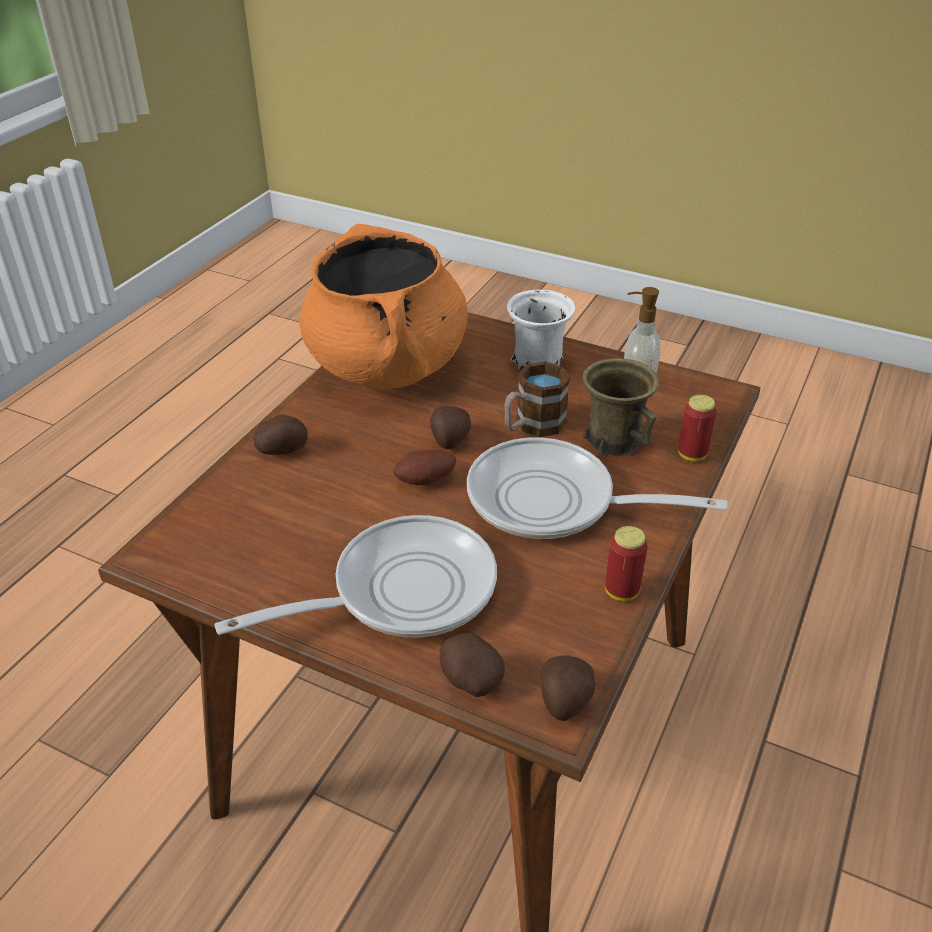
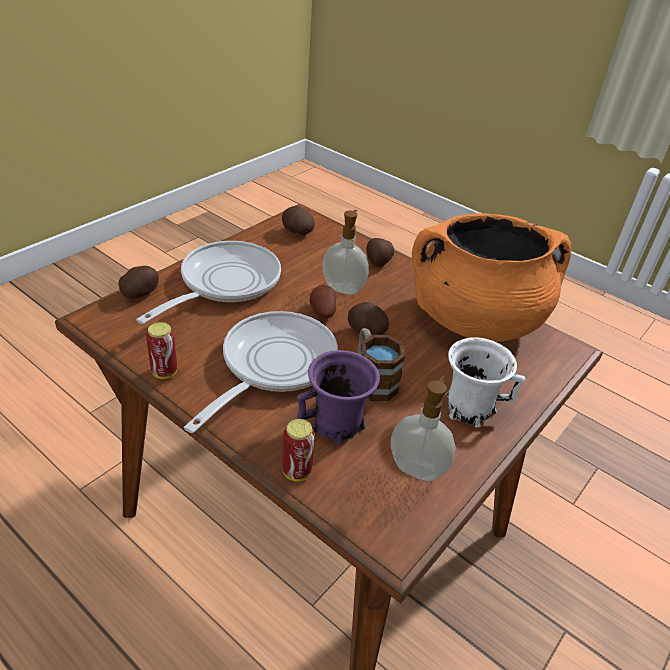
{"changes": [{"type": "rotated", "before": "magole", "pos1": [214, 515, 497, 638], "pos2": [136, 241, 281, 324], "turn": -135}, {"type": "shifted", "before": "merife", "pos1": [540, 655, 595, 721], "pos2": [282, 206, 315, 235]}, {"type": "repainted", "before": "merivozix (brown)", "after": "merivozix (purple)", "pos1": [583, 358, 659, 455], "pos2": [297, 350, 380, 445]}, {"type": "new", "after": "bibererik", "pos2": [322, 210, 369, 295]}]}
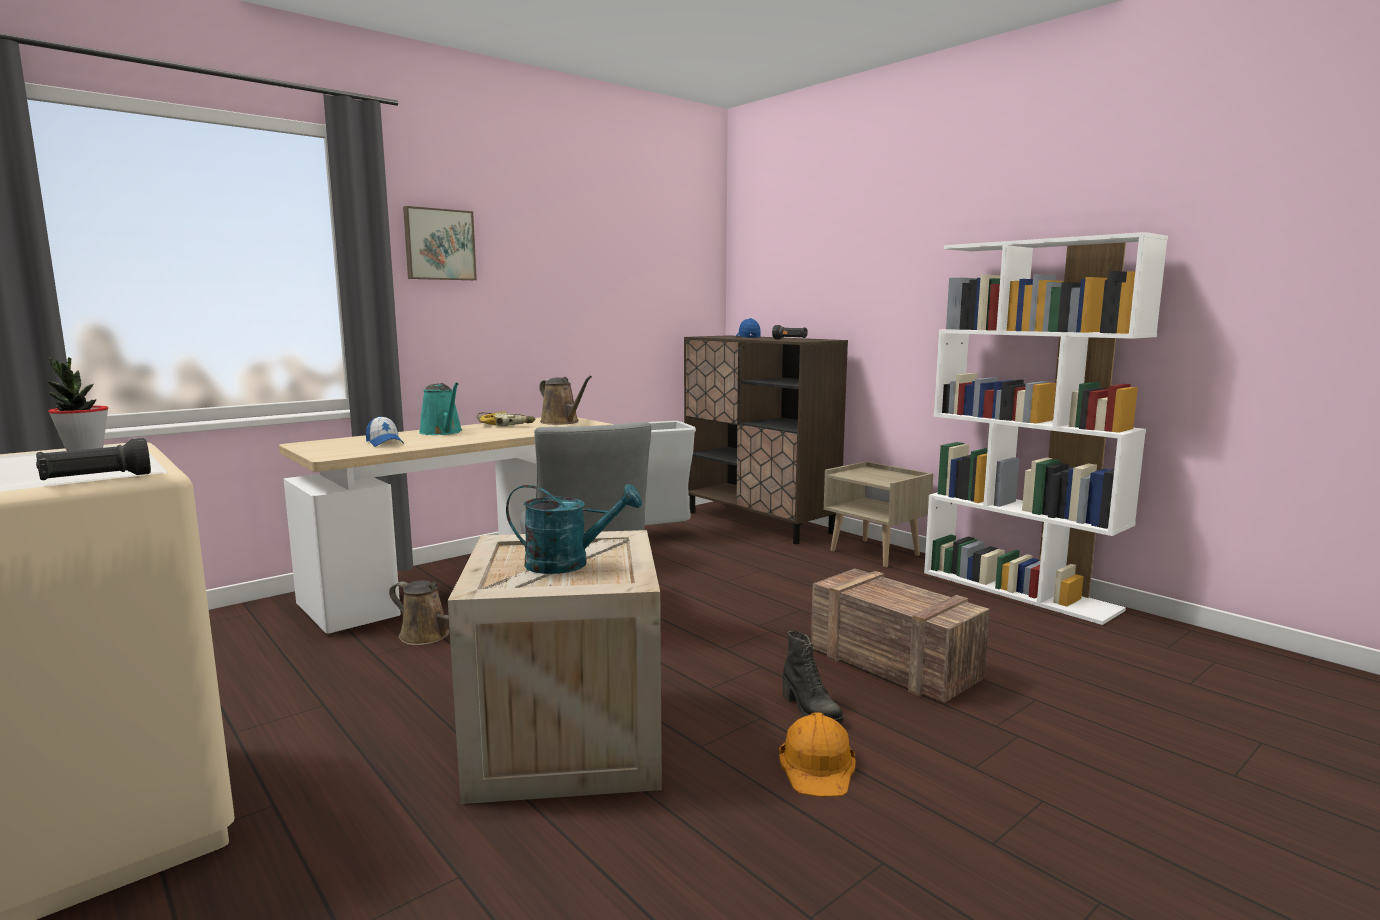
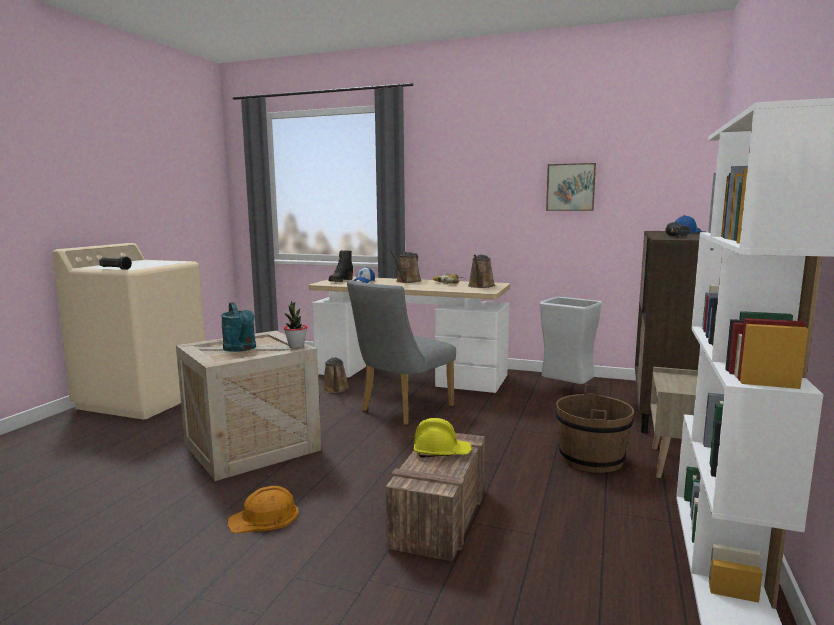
{"changes": [{"type": "shifted", "before": "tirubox", "pos1": [47, 357, 108, 451], "pos2": [284, 301, 307, 348]}, {"type": "shifted", "before": "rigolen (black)", "pos1": [783, 631, 844, 724], "pos2": [329, 250, 353, 282]}, {"type": "repainted", "before": "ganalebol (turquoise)", "after": "ganalebol (brown)", "pos1": [419, 382, 462, 435], "pos2": [390, 251, 422, 283]}, {"type": "new", "after": "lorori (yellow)", "pos2": [413, 418, 472, 458]}, {"type": "shifted", "before": "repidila", "pos1": [403, 206, 477, 280], "pos2": [546, 163, 596, 211]}, {"type": "new", "after": "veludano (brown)", "pos2": [556, 385, 634, 473]}]}
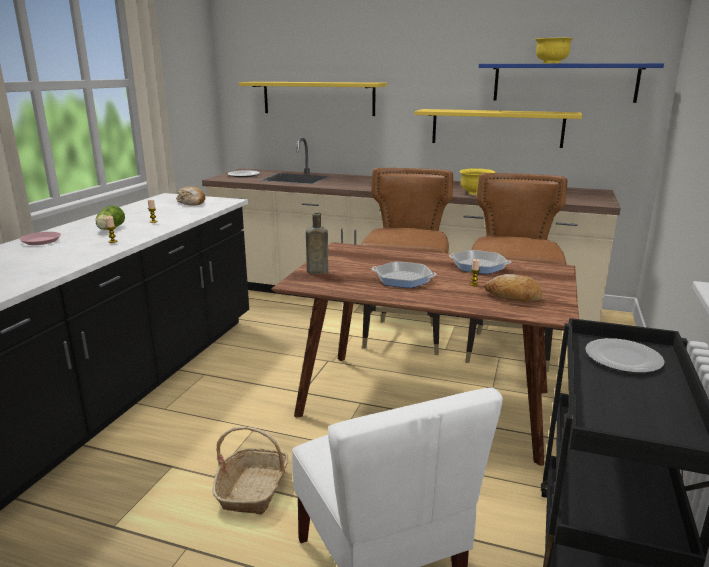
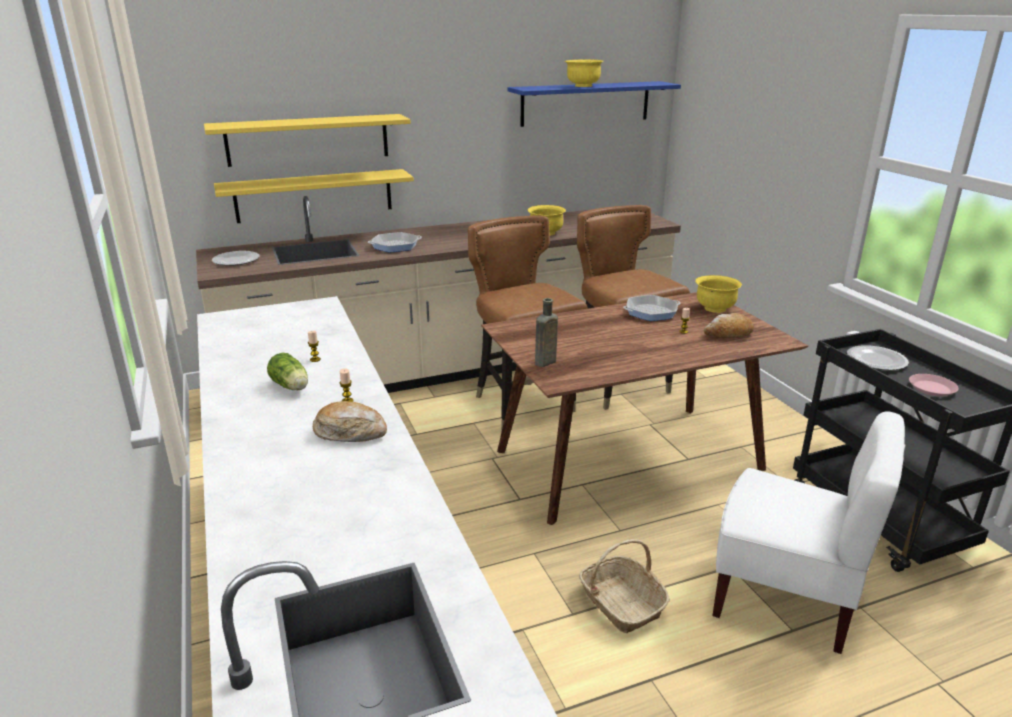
{"changes": [{"type": "shifted", "before": "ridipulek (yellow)", "pos1": [414, 109, 582, 148], "pos2": [214, 169, 414, 223]}, {"type": "shifted", "before": "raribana", "pos1": [176, 186, 205, 206], "pos2": [313, 401, 387, 442]}, {"type": "shifted", "before": "magole", "pos1": [372, 261, 437, 288], "pos2": [368, 232, 422, 253]}, {"type": "new", "after": "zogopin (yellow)", "pos2": [695, 275, 742, 313]}, {"type": "shifted", "before": "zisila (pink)", "pos1": [20, 232, 61, 245], "pos2": [909, 374, 959, 396]}]}
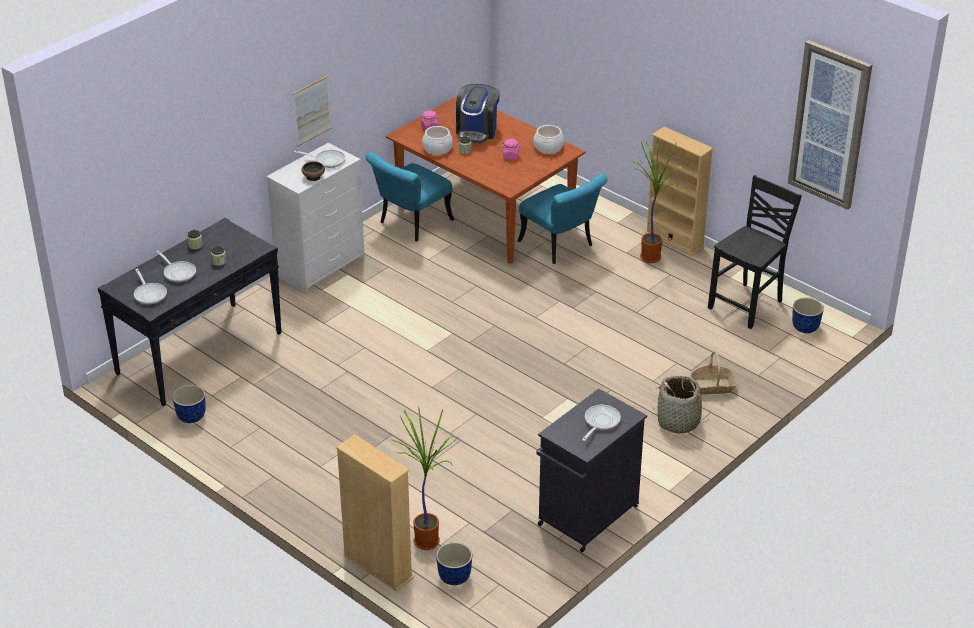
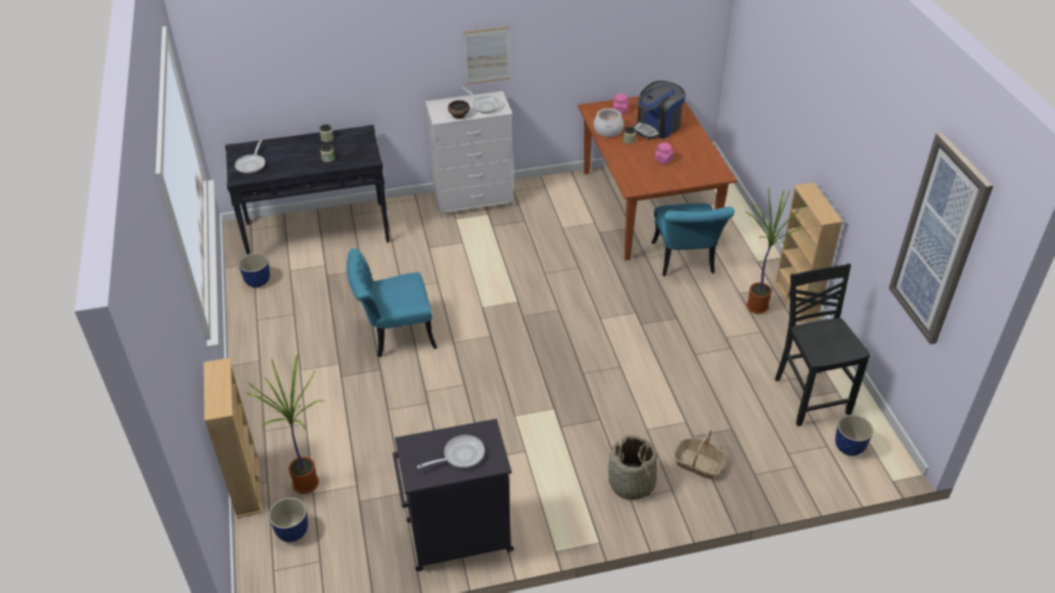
{"changes": [{"type": "shifted", "before": "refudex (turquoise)", "pos1": [365, 152, 454, 241], "pos2": [347, 248, 437, 357]}, {"type": "rotated", "before": "refudex (black)", "pos1": [708, 175, 802, 329], "pos2": [775, 263, 871, 426], "turn": -90}, {"type": "gone", "before": "magole", "pos1": [156, 251, 196, 282]}, {"type": "gone", "before": "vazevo", "pos1": [534, 125, 564, 154]}]}
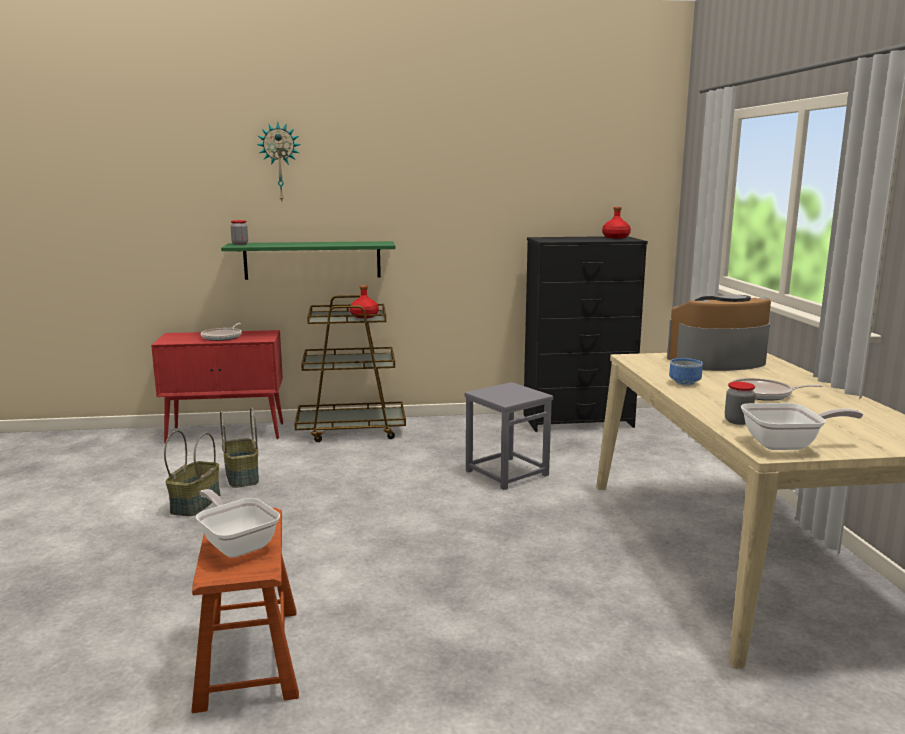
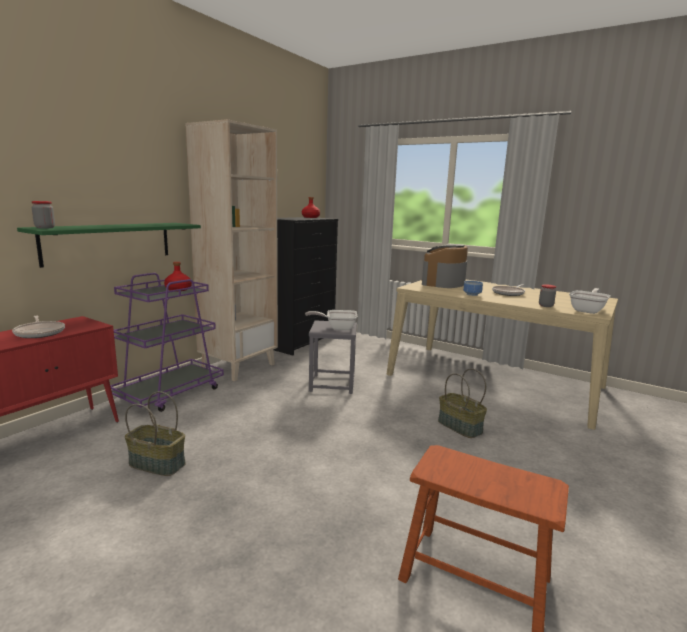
{"changes": [{"type": "repainted", "before": "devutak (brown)", "after": "devutak (purple)", "pos1": [294, 295, 406, 442], "pos2": [110, 273, 224, 412]}, {"type": "new", "after": "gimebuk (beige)", "pos2": [185, 119, 278, 381]}, {"type": "shifted", "before": "magole", "pos1": [196, 489, 280, 558], "pos2": [305, 310, 358, 330]}, {"type": "shifted", "before": "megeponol", "pos1": [164, 430, 220, 516], "pos2": [438, 368, 487, 438]}, {"type": "gone", "before": "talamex", "pos1": [256, 122, 301, 201]}]}
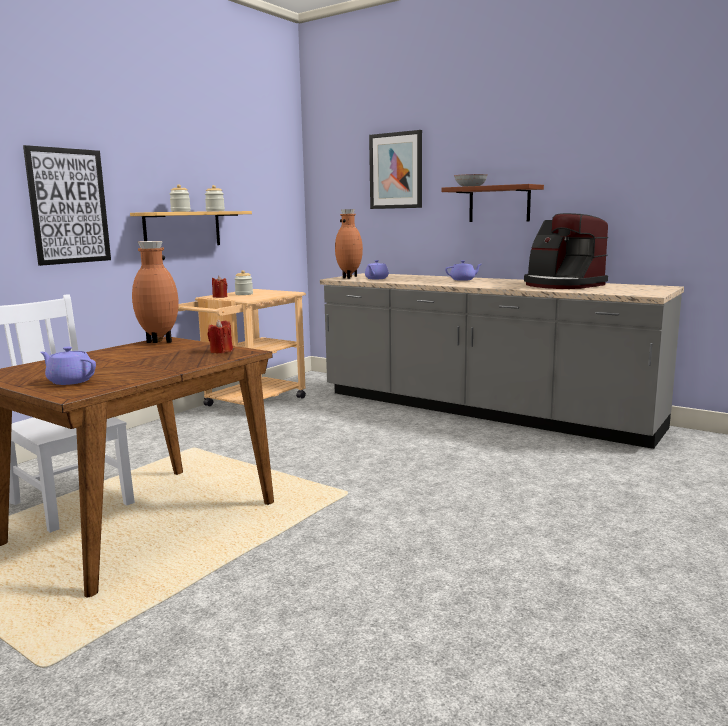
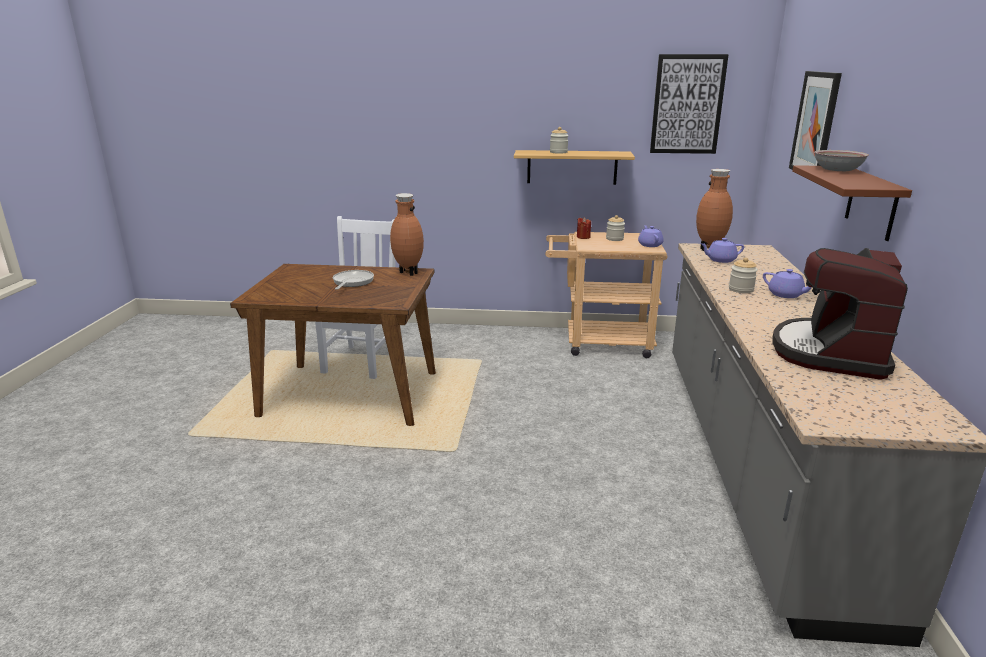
{"changes": [{"type": "new", "after": "magole", "pos2": [333, 270, 374, 290]}, {"type": "shifted", "before": "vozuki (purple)", "pos1": [40, 346, 96, 385], "pos2": [638, 225, 664, 247]}, {"type": "shifted", "before": "repidila", "pos1": [23, 145, 111, 266], "pos2": [650, 54, 729, 154]}, {"type": "shifted", "before": "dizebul", "pos1": [205, 185, 225, 211], "pos2": [729, 258, 758, 293]}, {"type": "gone", "before": "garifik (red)", "pos1": [207, 319, 233, 353]}]}
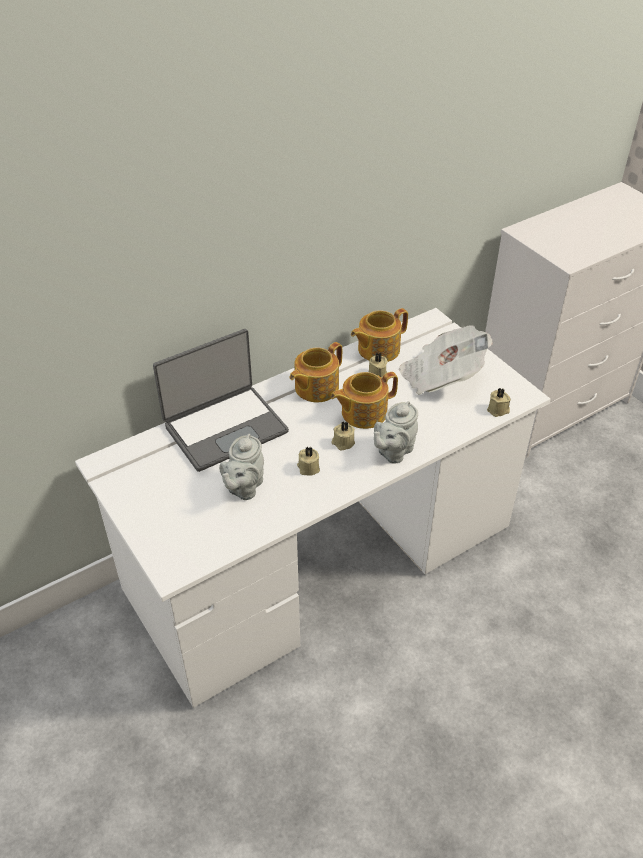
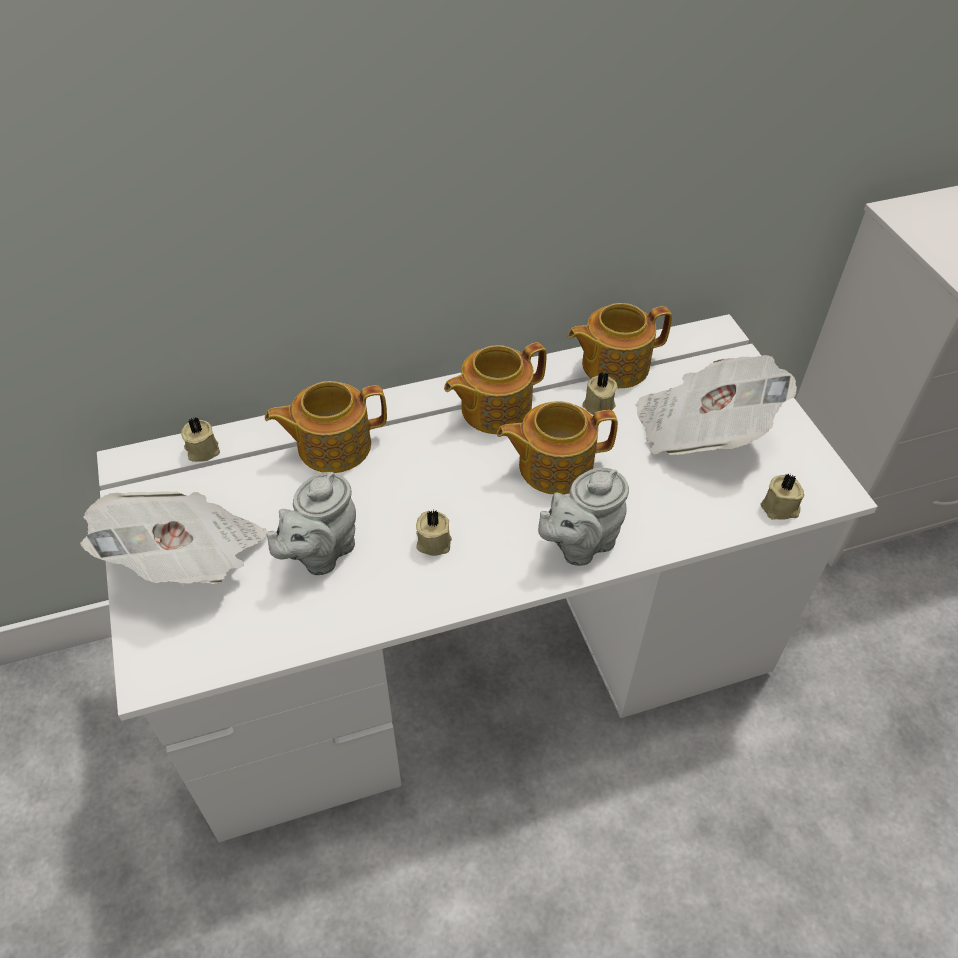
{"changes": [{"type": "new", "after": "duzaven", "pos2": [80, 491, 267, 584]}, {"type": "shifted", "before": "garifik (beige)", "pos1": [331, 421, 355, 450], "pos2": [181, 417, 220, 462]}, {"type": "swapped", "before": "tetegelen", "after": "vozuki", "pos1": [153, 329, 289, 472], "pos2": [265, 381, 387, 473]}]}
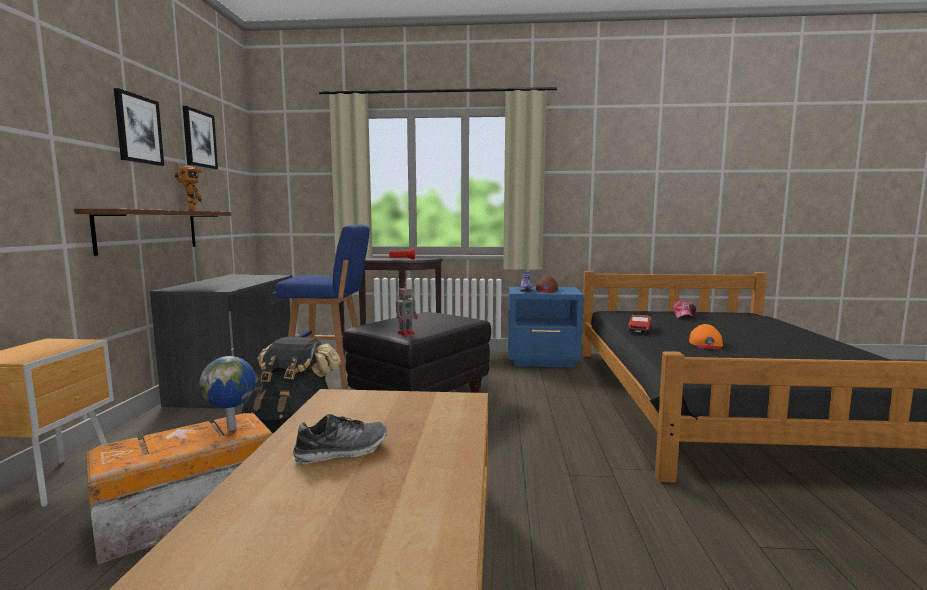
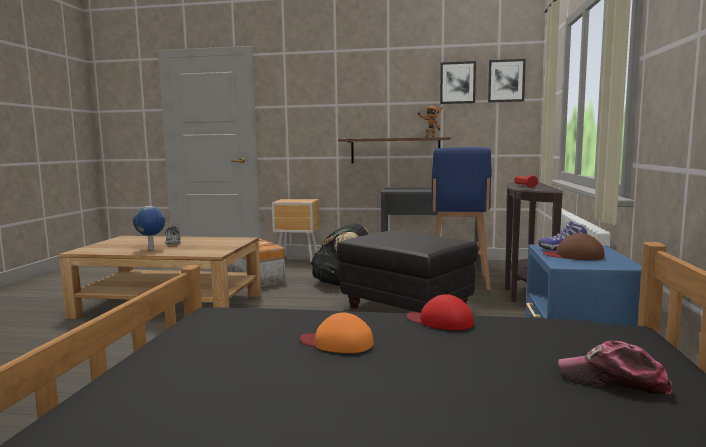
{"changes": [{"type": "shifted", "before": "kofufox", "pos1": [199, 356, 256, 431], "pos2": [133, 206, 165, 250]}, {"type": "swapped", "before": "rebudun", "after": "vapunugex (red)", "pos1": [628, 315, 651, 333], "pos2": [407, 294, 474, 330]}, {"type": "shifted", "before": "repidila", "pos1": [114, 88, 164, 166], "pos2": [488, 59, 526, 102]}, {"type": "gone", "before": "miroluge", "pos1": [396, 282, 418, 336]}]}
